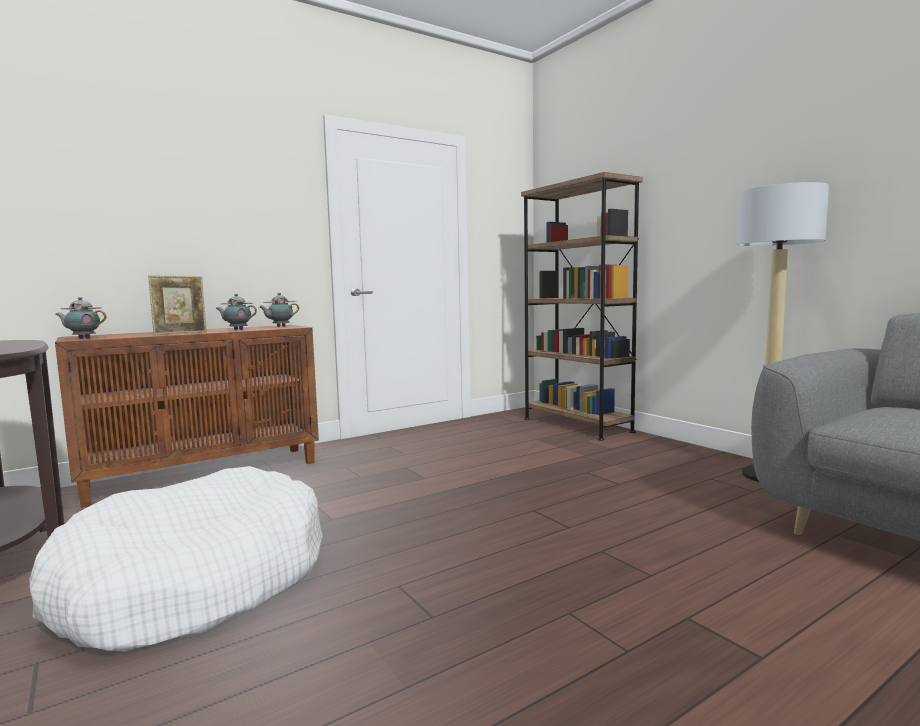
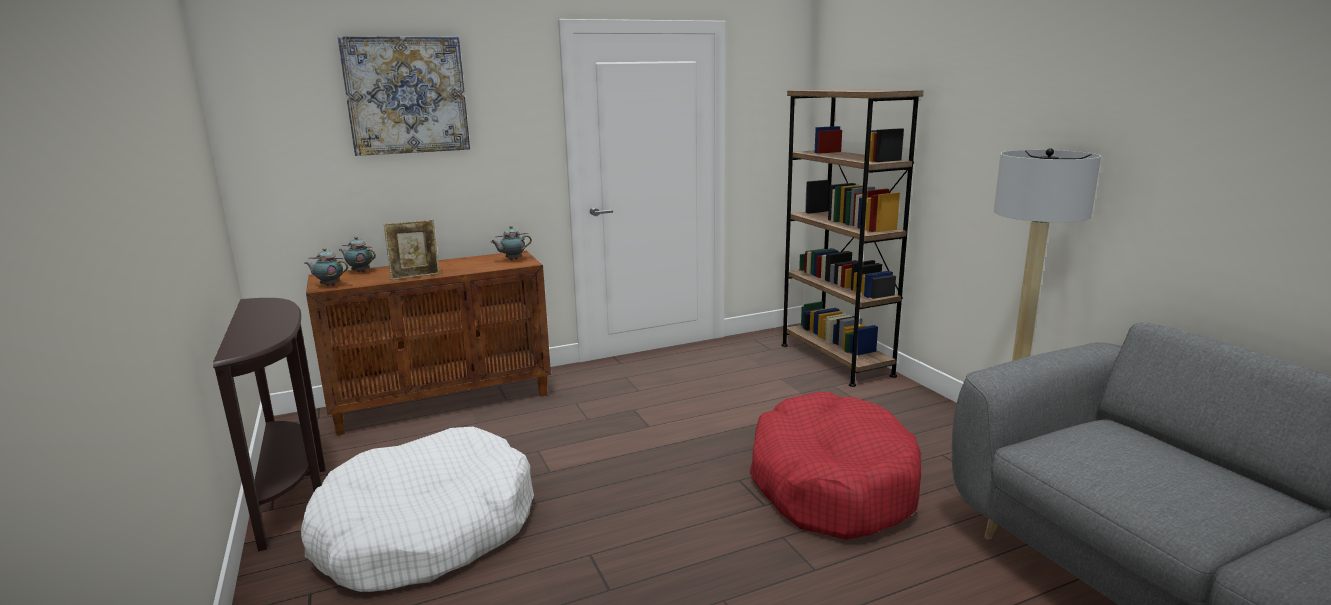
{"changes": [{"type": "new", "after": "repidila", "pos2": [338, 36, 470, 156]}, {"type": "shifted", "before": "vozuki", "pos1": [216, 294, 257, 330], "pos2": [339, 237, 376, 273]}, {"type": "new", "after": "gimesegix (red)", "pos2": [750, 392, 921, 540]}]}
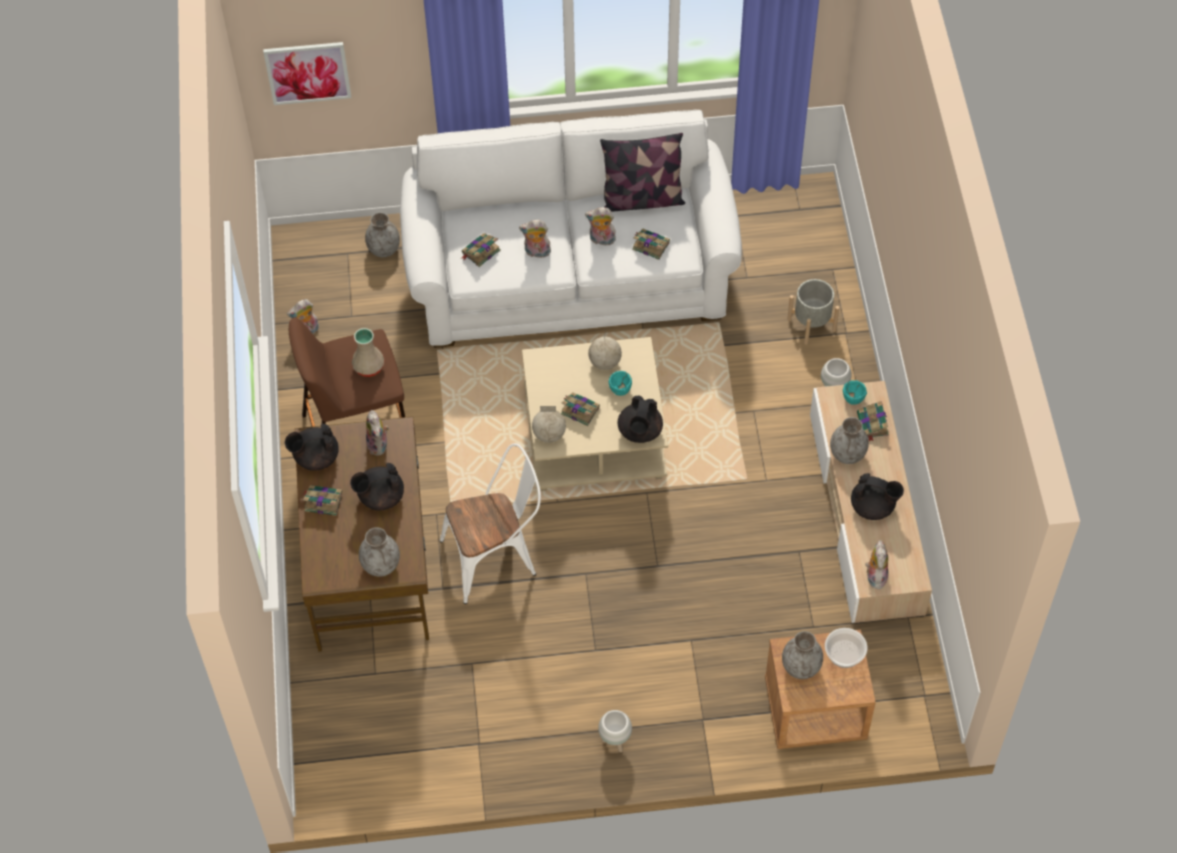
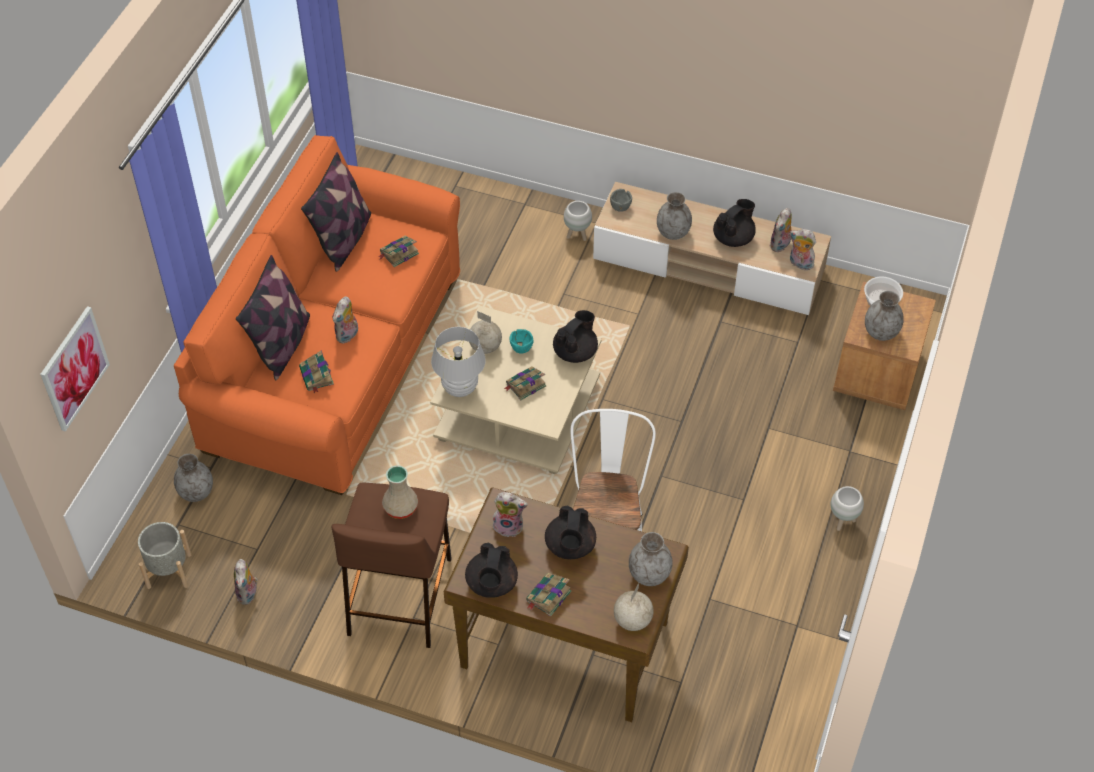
{"changes": [{"type": "shifted", "before": "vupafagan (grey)", "pos1": [787, 279, 840, 345], "pos2": [138, 522, 191, 589]}, {"type": "repainted", "before": "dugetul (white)", "after": "dugetul (orange)", "pos1": [400, 110, 742, 348], "pos2": [174, 135, 460, 495]}, {"type": "new", "after": "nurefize", "pos2": [236, 255, 310, 380]}, {"type": "new", "after": "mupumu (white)", "pos2": [431, 327, 486, 397]}, {"type": "rotated", "before": "vozuki (black)", "pos1": [617, 395, 663, 443], "pos2": [553, 310, 598, 363], "turn": -90}, {"type": "repainted", "before": "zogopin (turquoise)", "after": "zogopin (grey)", "pos1": [843, 380, 867, 405], "pos2": [610, 189, 632, 212]}, {"type": "shifted", "before": "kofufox", "pos1": [532, 406, 566, 443], "pos2": [614, 583, 654, 631]}, {"type": "shifted", "before": "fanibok", "pos1": [585, 207, 617, 246], "pos2": [770, 208, 792, 252]}, {"type": "gone", "before": "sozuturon", "pos1": [857, 401, 889, 442]}]}
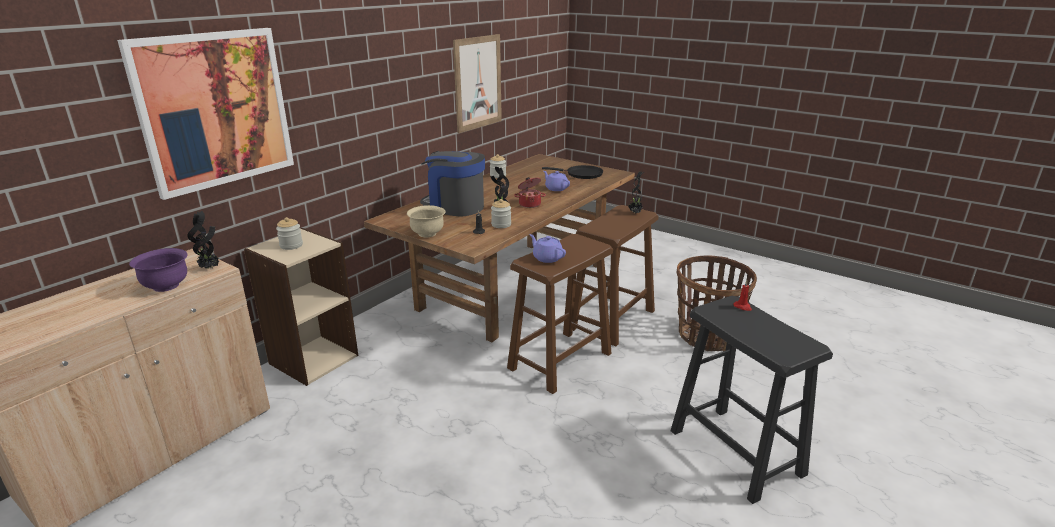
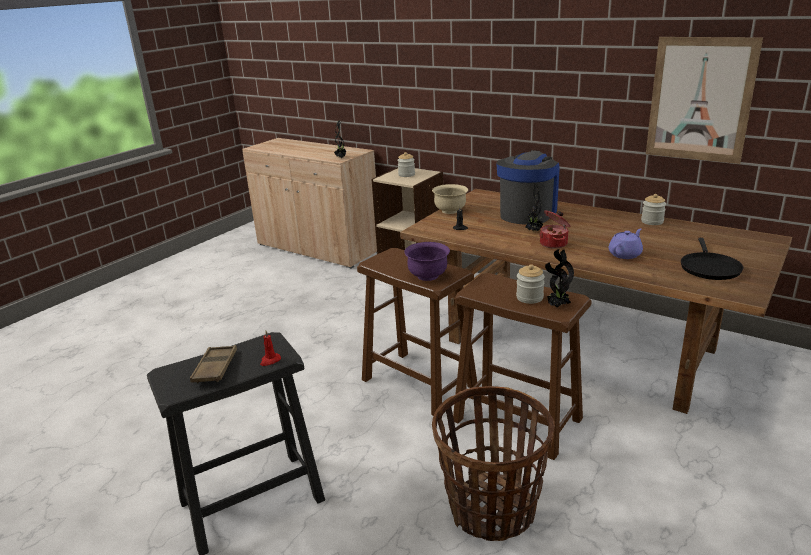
{"changes": [{"type": "new", "after": "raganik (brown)", "pos2": [190, 345, 237, 384]}, {"type": "shifted", "before": "zogopin (purple)", "pos1": [129, 248, 188, 292], "pos2": [404, 242, 450, 281]}, {"type": "shifted", "before": "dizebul", "pos1": [491, 199, 511, 228], "pos2": [516, 264, 545, 304]}, {"type": "gone", "before": "repidila", "pos1": [117, 28, 294, 200]}, {"type": "gone", "before": "vozuki (purple)", "pos1": [529, 234, 566, 263]}]}
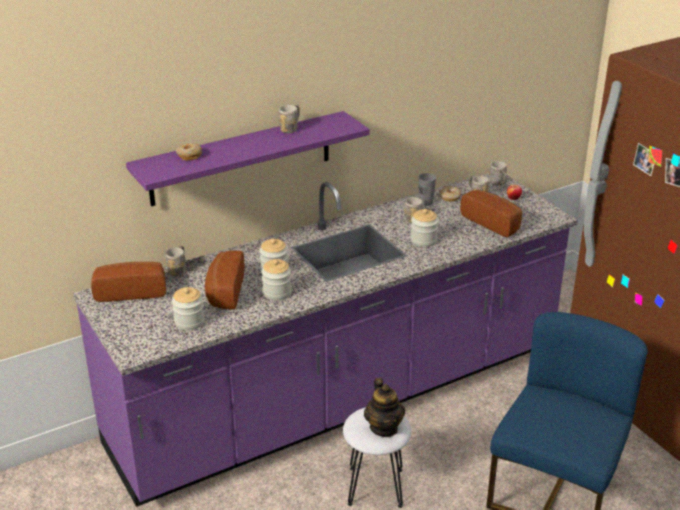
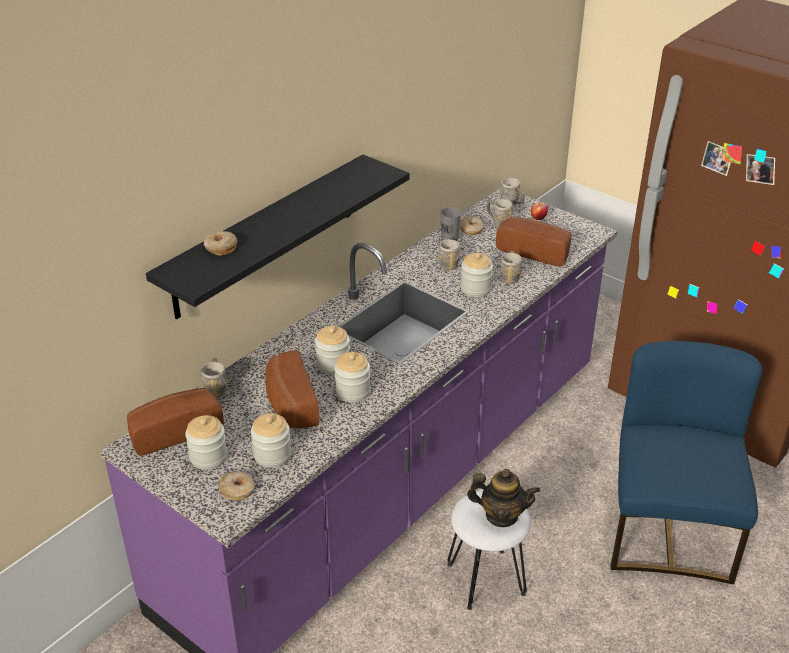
{"changes": [{"type": "repainted", "before": "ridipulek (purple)", "after": "ridipulek (black)", "pos1": [126, 111, 370, 206], "pos2": [146, 154, 409, 319]}, {"type": "new", "after": "dizebul", "pos2": [185, 415, 227, 470]}, {"type": "new", "after": "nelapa", "pos2": [218, 471, 255, 501]}, {"type": "rotated", "before": "vozuki", "pos1": [364, 378, 405, 437], "pos2": [467, 469, 540, 527], "turn": -45}, {"type": "shifted", "before": "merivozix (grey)", "pos1": [278, 105, 300, 133], "pos2": [499, 251, 522, 284]}]}
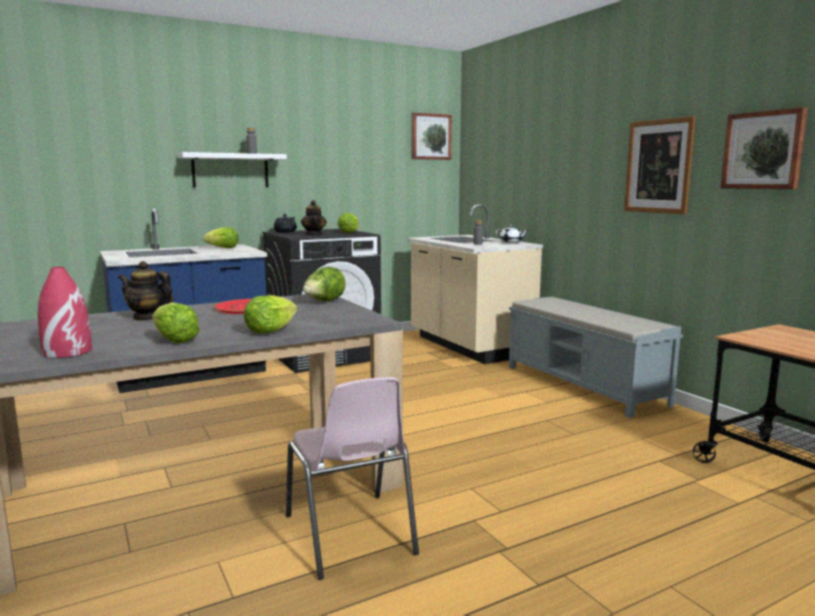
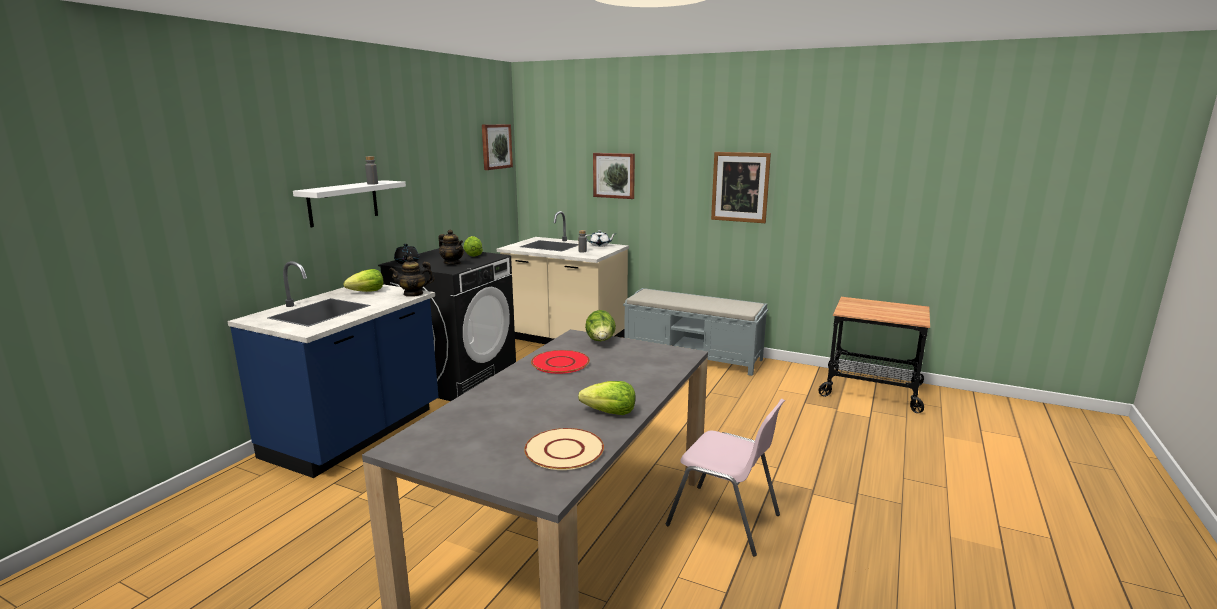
{"changes": [{"type": "shifted", "before": "vozuki", "pos1": [118, 261, 174, 321], "pos2": [389, 256, 435, 297]}, {"type": "swapped", "before": "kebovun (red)", "after": "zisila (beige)", "pos1": [38, 267, 92, 358], "pos2": [524, 428, 604, 470]}, {"type": "shifted", "before": "repidila", "pos1": [721, 107, 808, 189], "pos2": [593, 153, 635, 199]}, {"type": "gone", "before": "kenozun", "pos1": [243, 295, 297, 334]}]}
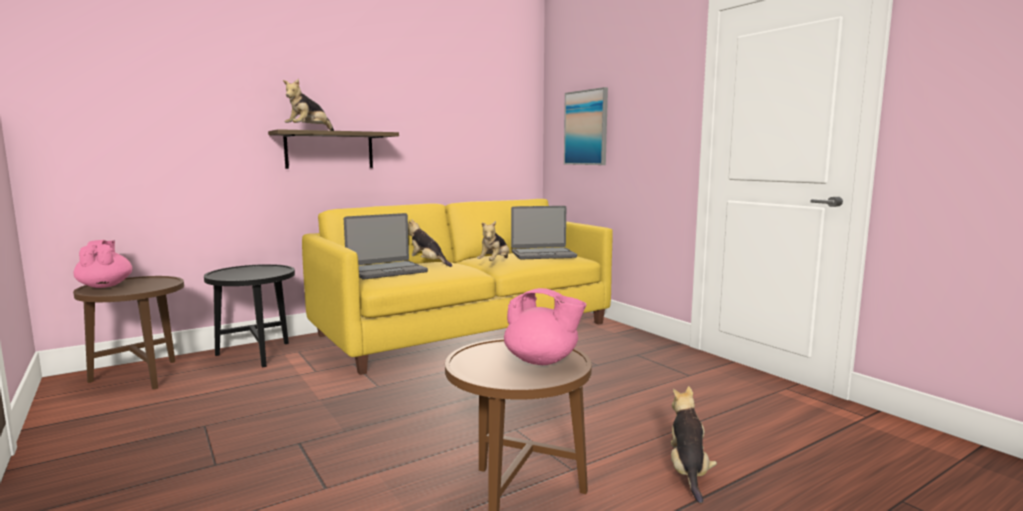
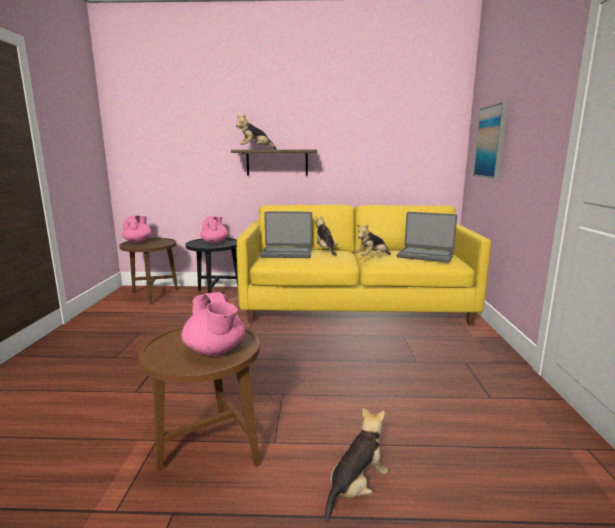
{"changes": [{"type": "new", "after": "vozuki (pink)", "pos2": [200, 216, 228, 243]}]}
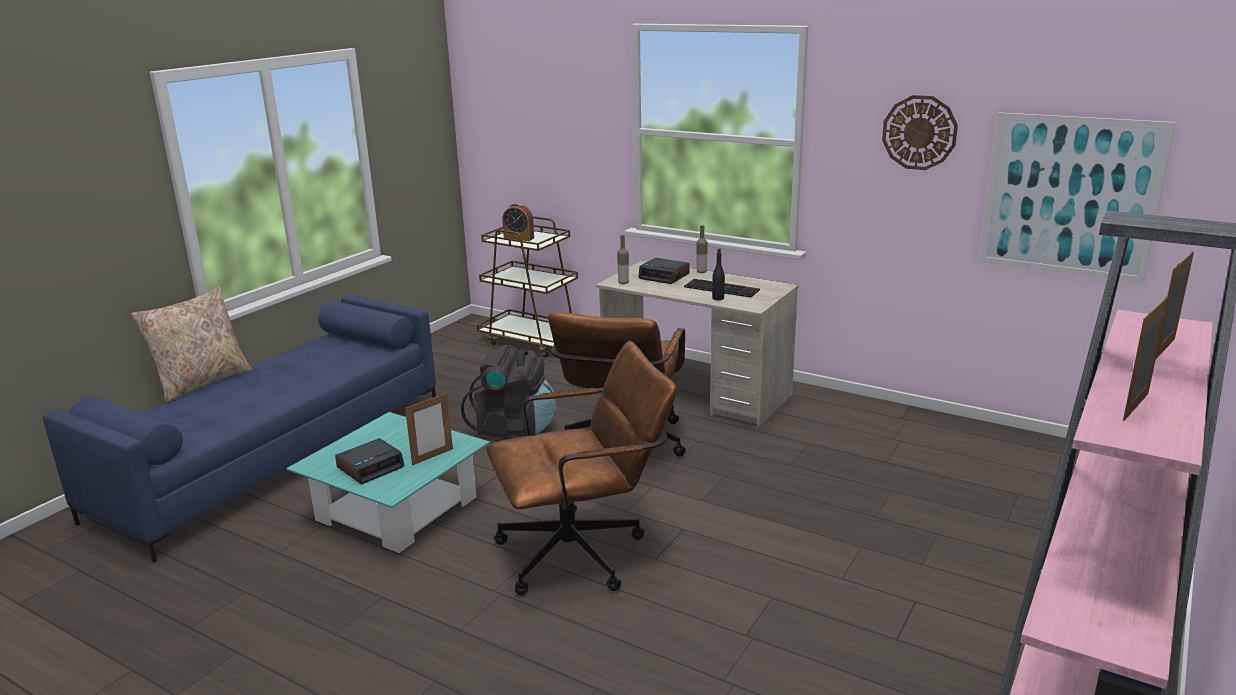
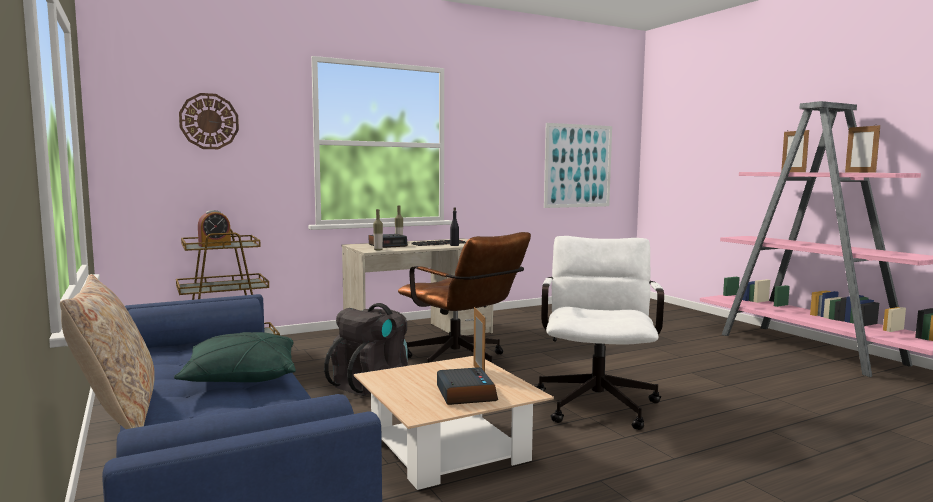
{"changes": [{"type": "new", "after": "nurefize (green)", "pos2": [174, 332, 296, 382]}, {"type": "shifted", "before": "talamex", "pos1": [882, 95, 958, 170], "pos2": [179, 93, 239, 149]}, {"type": "repainted", "before": "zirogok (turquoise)", "after": "zirogok (beige)", "pos1": [286, 412, 490, 553], "pos2": [354, 356, 554, 490]}, {"type": "repainted", "before": "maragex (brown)", "after": "maragex (white)", "pos1": [486, 341, 677, 596], "pos2": [536, 236, 664, 430]}]}
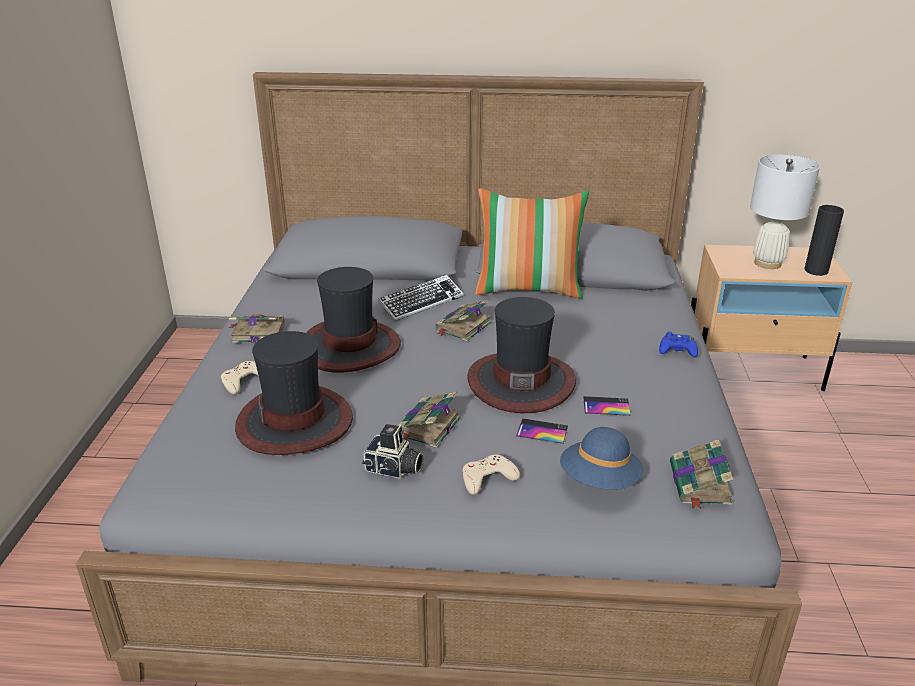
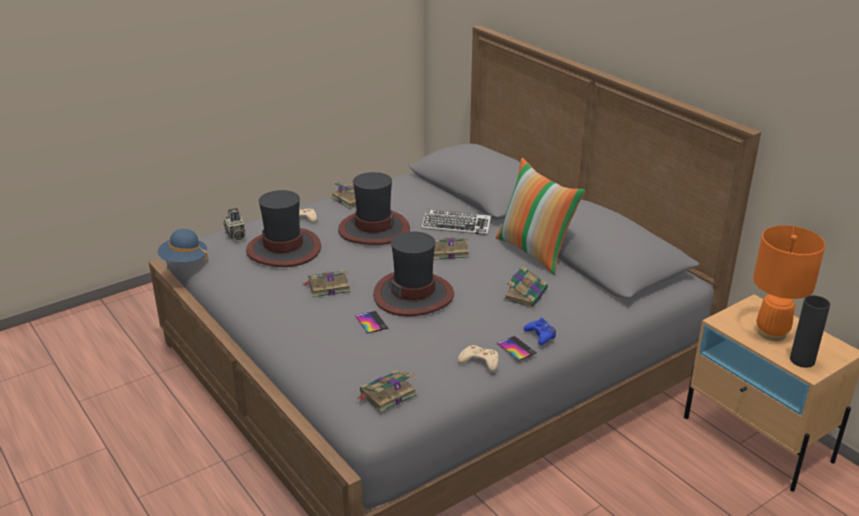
{"changes": [{"type": "shifted", "before": "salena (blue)", "pos1": [560, 427, 643, 490], "pos2": [158, 229, 208, 262]}, {"type": "shifted", "before": "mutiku", "pos1": [362, 424, 424, 479], "pos2": [223, 208, 246, 241]}, {"type": "shifted", "before": "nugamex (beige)", "pos1": [462, 455, 520, 495], "pos2": [458, 345, 499, 371]}, {"type": "shifted", "before": "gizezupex", "pos1": [583, 396, 631, 416], "pos2": [497, 336, 537, 361]}, {"type": "new", "after": "sozuturon", "pos2": [503, 265, 548, 308]}, {"type": "repainted", "before": "mupumu (white)", "after": "mupumu (orange)", "pos1": [750, 154, 820, 269], "pos2": [753, 225, 825, 341]}]}
